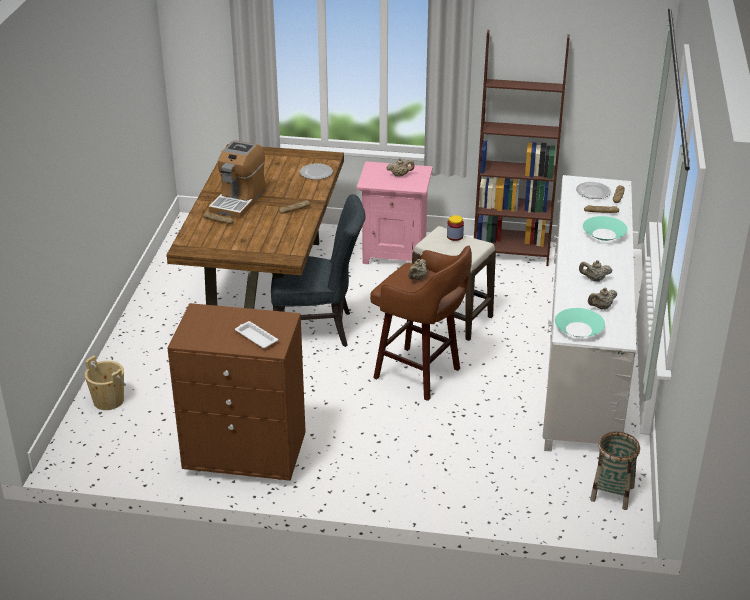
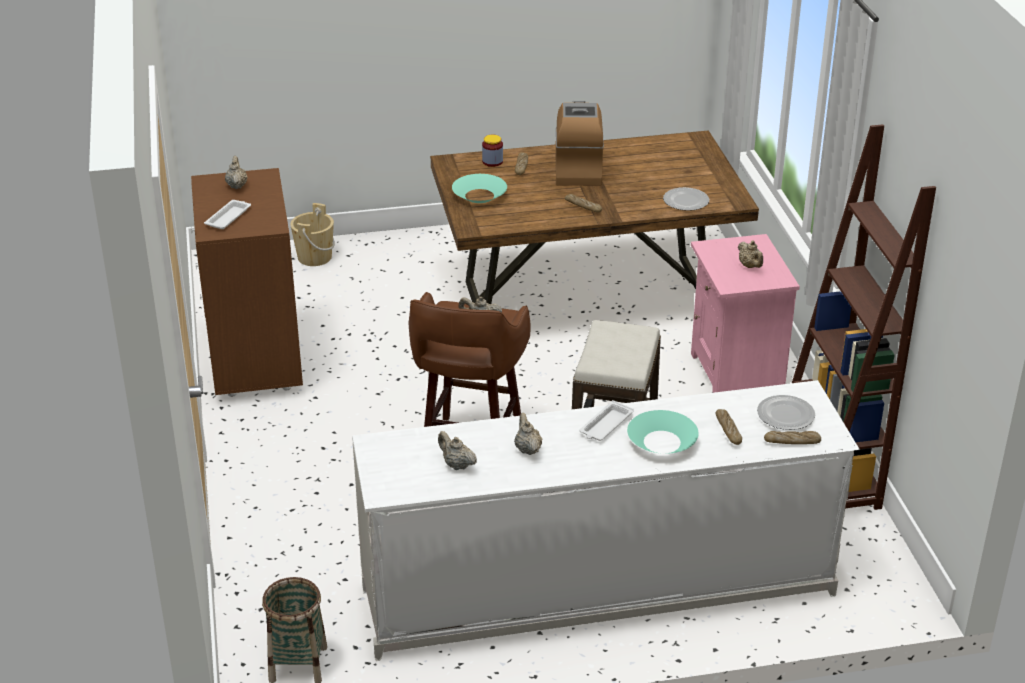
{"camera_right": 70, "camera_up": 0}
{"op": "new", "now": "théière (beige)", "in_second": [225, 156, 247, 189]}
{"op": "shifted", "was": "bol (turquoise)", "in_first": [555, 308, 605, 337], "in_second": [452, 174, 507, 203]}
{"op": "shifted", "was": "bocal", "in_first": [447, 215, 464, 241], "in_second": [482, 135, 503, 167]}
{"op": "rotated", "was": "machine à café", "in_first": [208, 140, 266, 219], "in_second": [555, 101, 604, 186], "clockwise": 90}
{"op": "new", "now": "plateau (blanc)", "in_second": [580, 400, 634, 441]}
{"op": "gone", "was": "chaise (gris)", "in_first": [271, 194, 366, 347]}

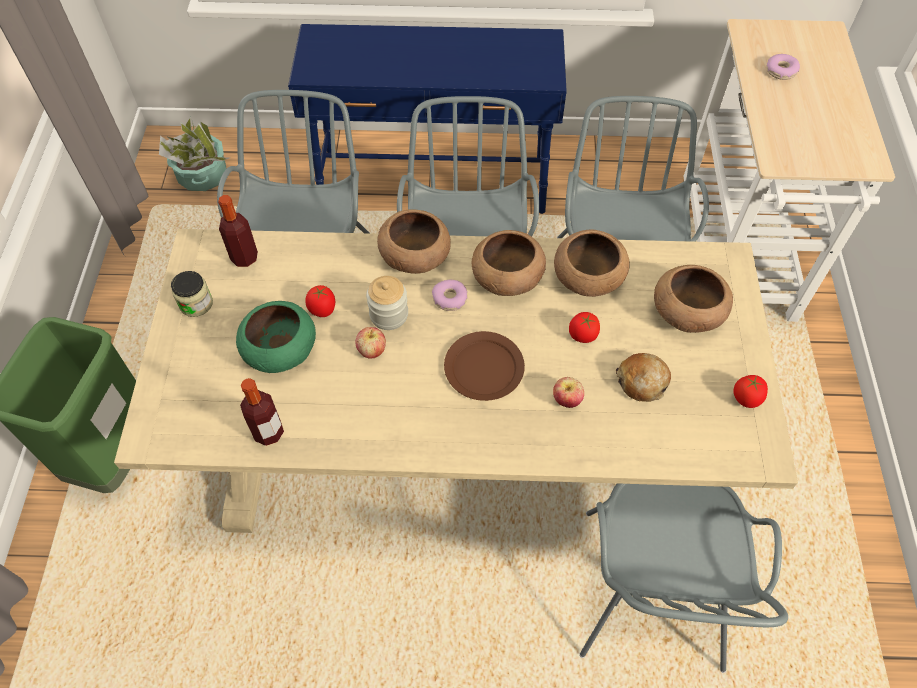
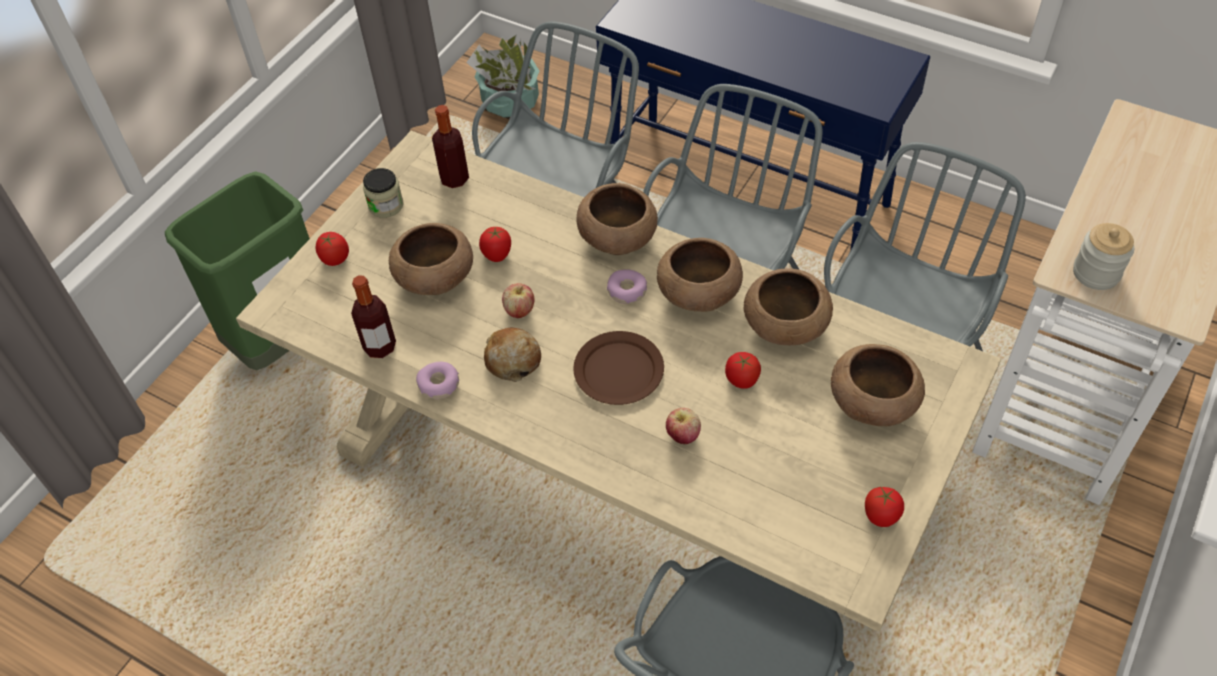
{"camera_right": 30, "camera_up": -5}
{"op": "new", "now": "tomate", "in_second": [315, 232, 349, 266]}
{"op": "repainted", "was": "bol (vert)", "now": "bol (marron)", "in_first": [236, 301, 316, 373], "in_second": [389, 223, 473, 295]}
{"op": "shifted", "was": "beignet", "in_first": [766, 54, 800, 80], "in_second": [416, 362, 459, 399]}
{"op": "shifted", "was": "pain", "in_first": [616, 353, 671, 402], "in_second": [484, 328, 541, 382]}
{"op": "shifted", "was": "bocal", "in_first": [366, 276, 408, 330], "in_second": [1073, 223, 1134, 290]}

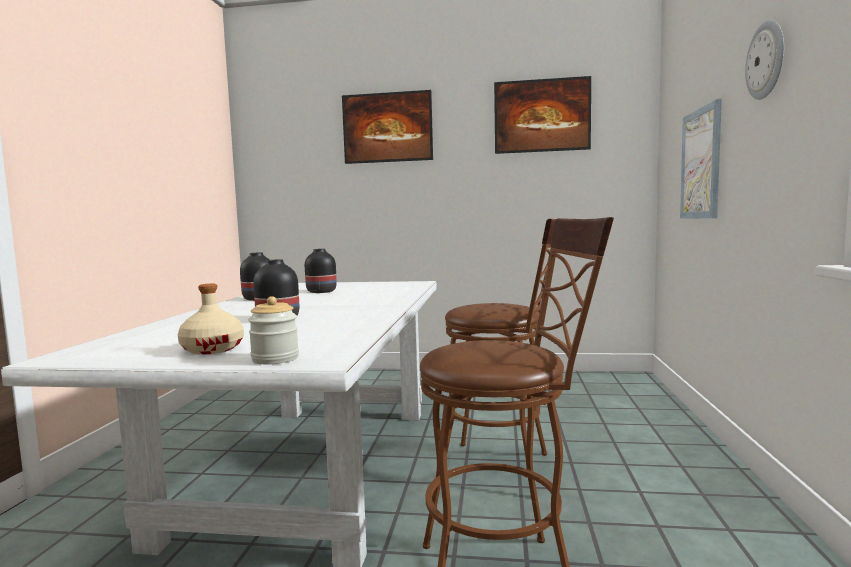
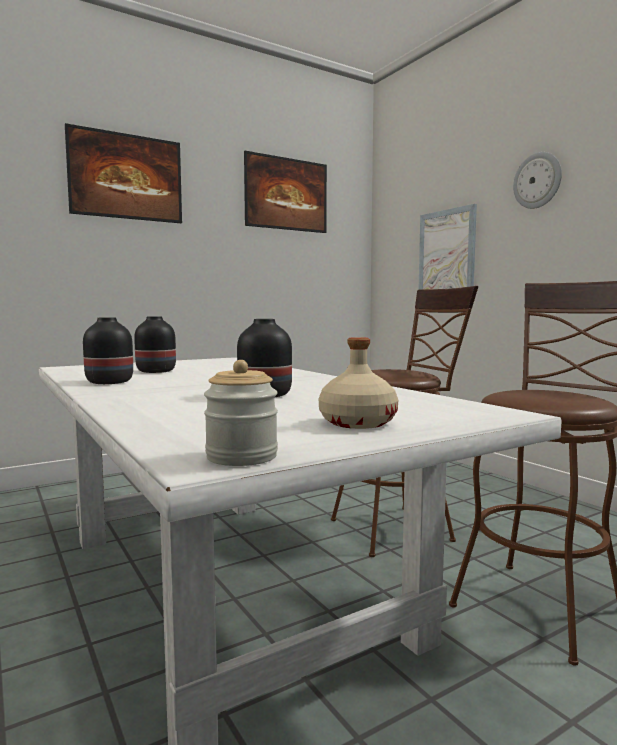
{"camera_right": -40, "camera_up": 0}
{"op": "shifted", "was": "bocal", "in_first": [248, 296, 299, 364], "in_second": [204, 360, 278, 466]}

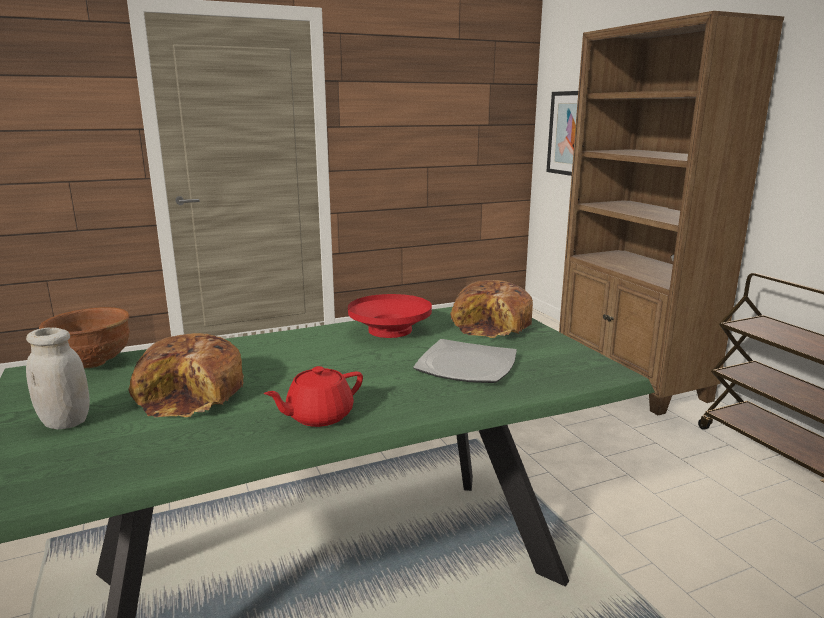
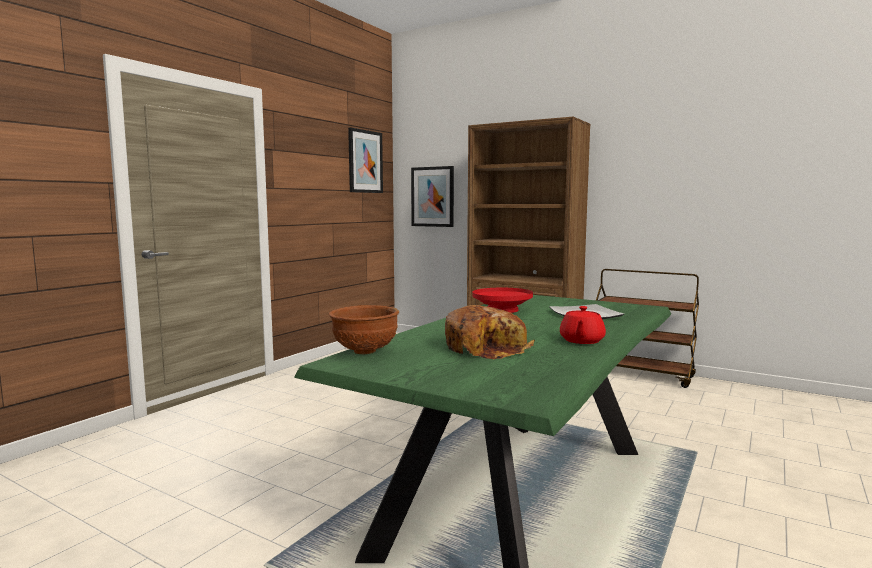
{"camera_right": -35, "camera_up": -10}
{"op": "new", "now": "tableau", "in_second": [348, 127, 383, 193]}
{"op": "gone", "was": "bocal (blanc)", "in_first": [26, 328, 90, 429]}
{"op": "gone", "was": "pain", "in_first": [450, 280, 533, 338]}

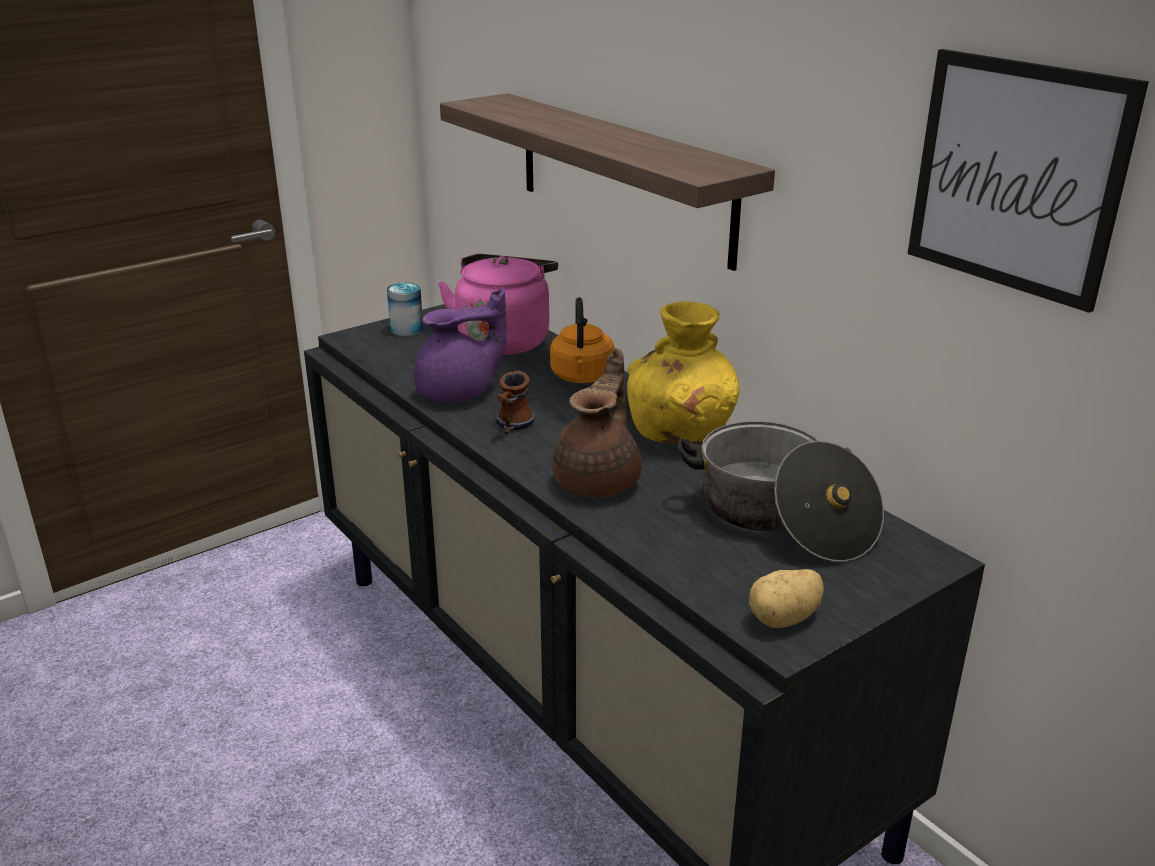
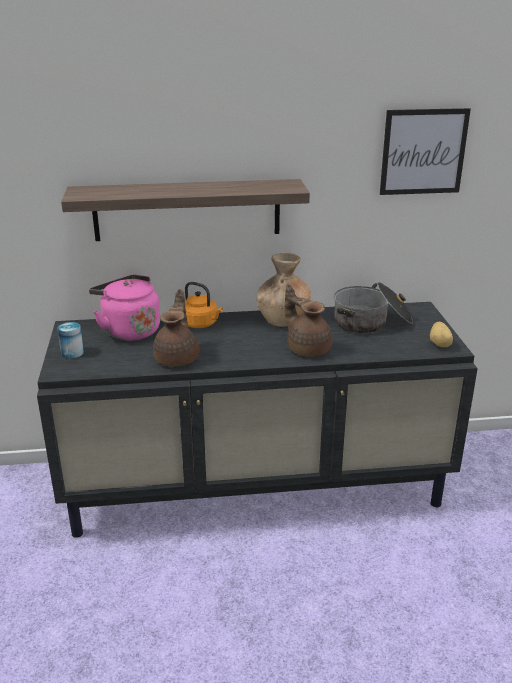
{"camera_right": -60, "camera_up": 0}
{"op": "repainted", "was": "théière (violet)", "now": "théière (marron)", "in_first": [414, 288, 507, 402], "in_second": [153, 289, 199, 367]}
{"op": "repainted", "was": "vase (jaune)", "now": "vase (marron)", "in_first": [627, 301, 740, 445], "in_second": [256, 253, 311, 327]}
{"op": "gone", "was": "mug", "in_first": [496, 371, 534, 434]}

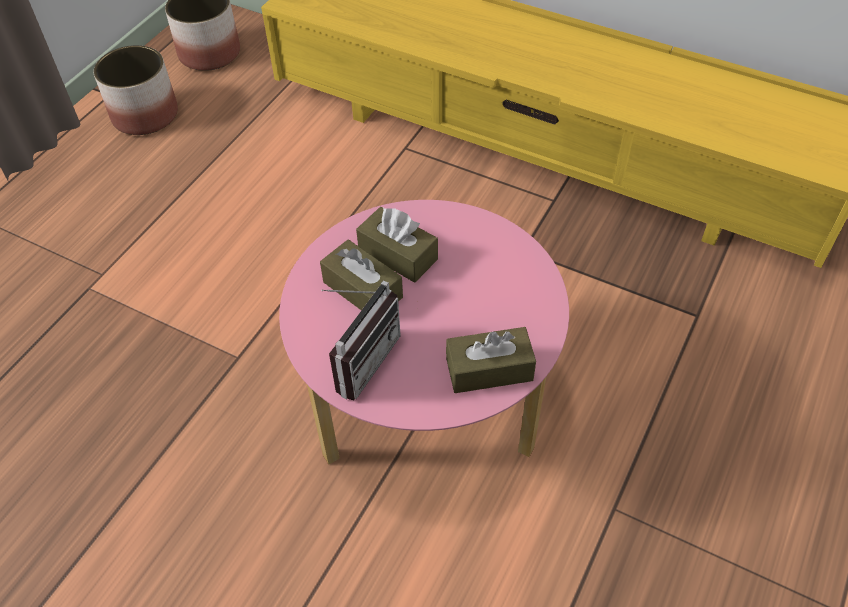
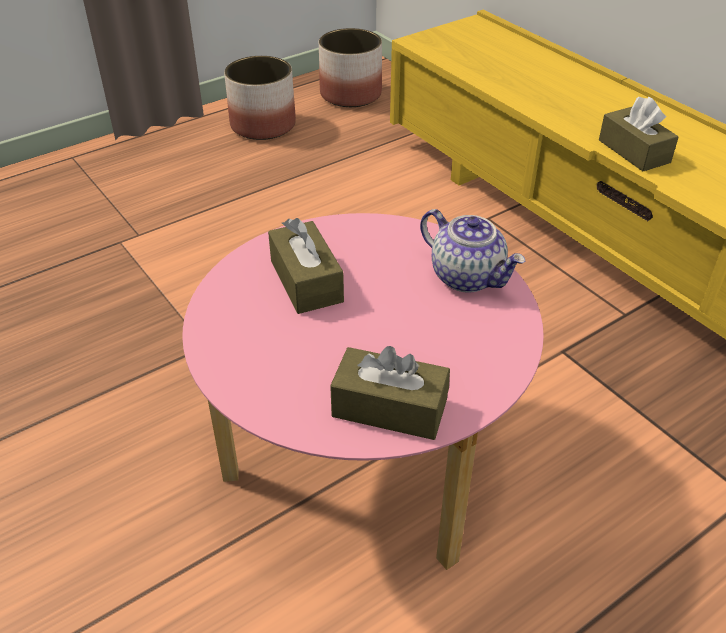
{"camera_right": 25, "camera_up": -10}
{"op": "new", "now": "théière", "in_second": [420, 209, 526, 293]}
{"op": "shifted", "was": "boîte à mouchoirs (marron)", "in_first": [356, 207, 438, 283], "in_second": [599, 97, 679, 171]}
{"op": "gone", "was": "radio", "in_first": [321, 281, 401, 400]}

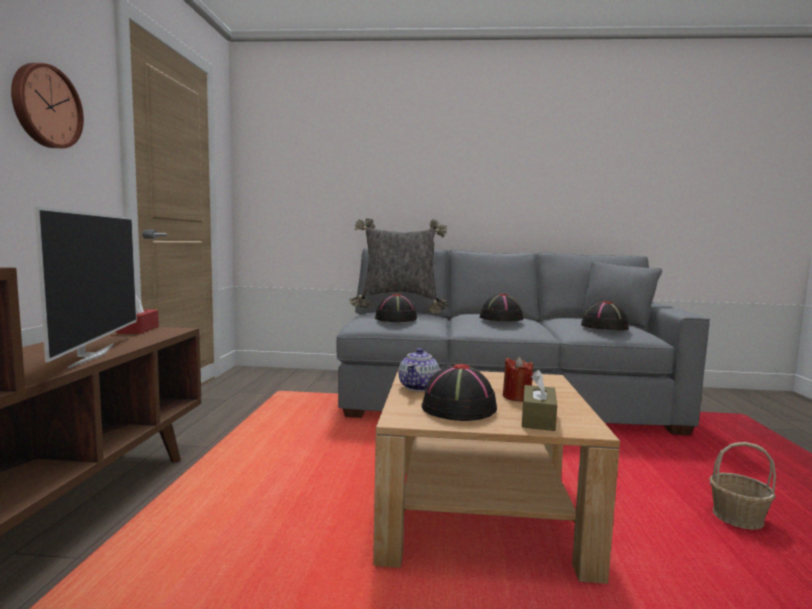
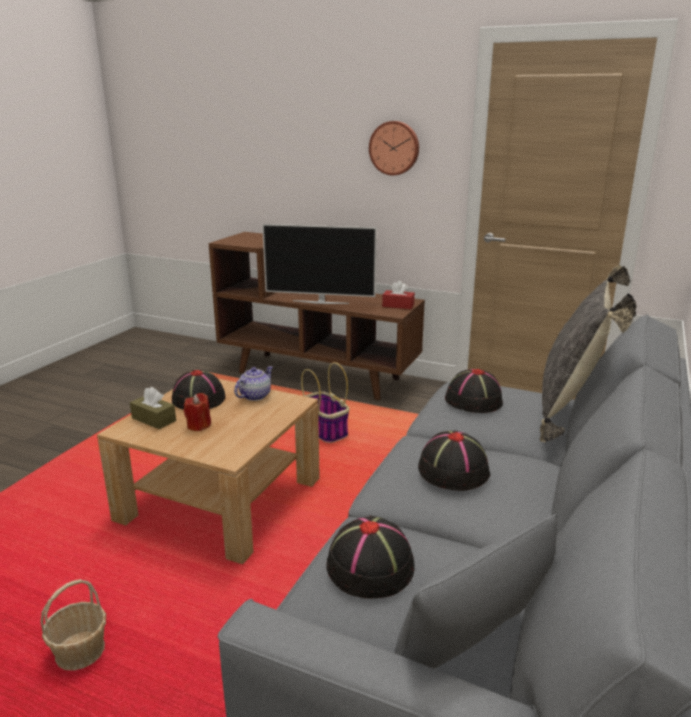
{"camera_right": 110, "camera_up": 15}
{"op": "rotated", "was": "théière", "in_first": [399, 348, 440, 391], "in_second": [234, 366, 273, 401], "clockwise": 90}
{"op": "new", "now": "panier", "in_second": [301, 362, 349, 443]}

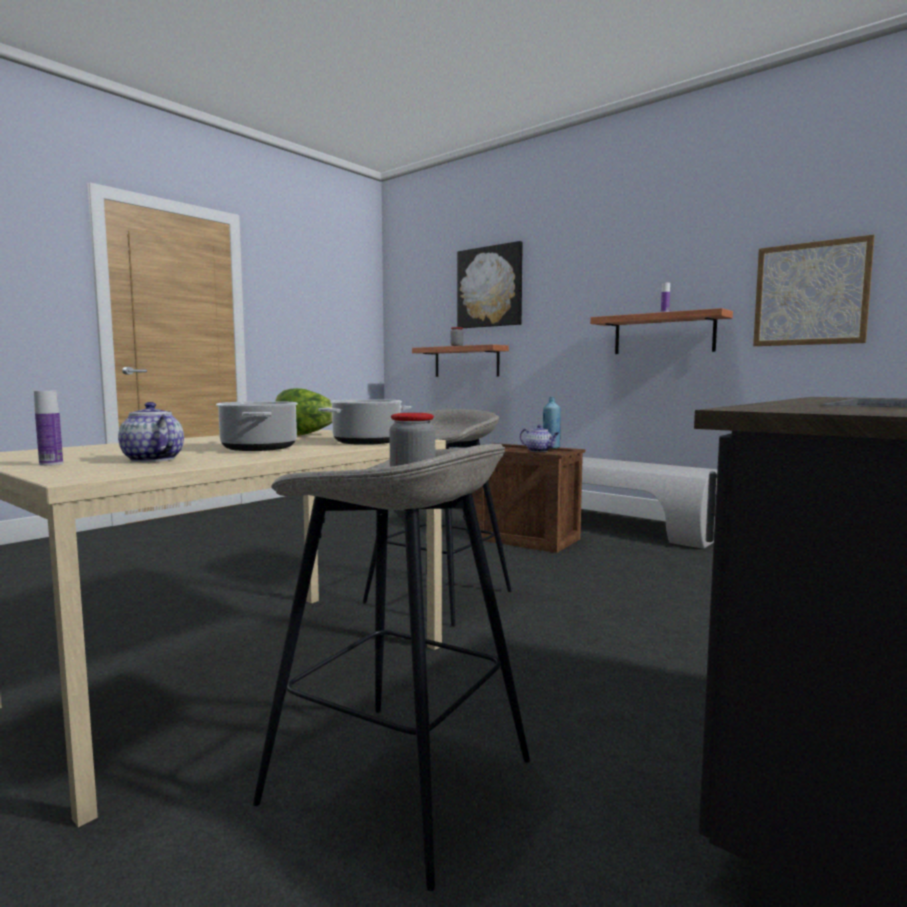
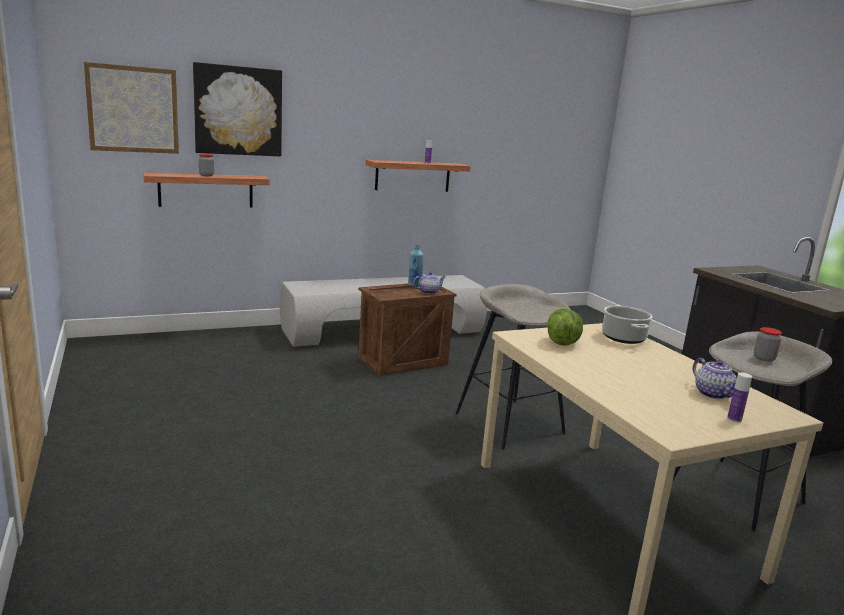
{"camera_right": -65, "camera_up": 10}
{"op": "shifted", "was": "tableau", "in_first": [753, 235, 875, 346], "in_second": [84, 62, 179, 154]}
{"op": "rotated", "was": "théière", "in_first": [118, 402, 184, 462], "in_second": [693, 358, 736, 399], "clockwise": -90}
{"op": "gone", "was": "marmite", "in_first": [216, 401, 298, 451]}

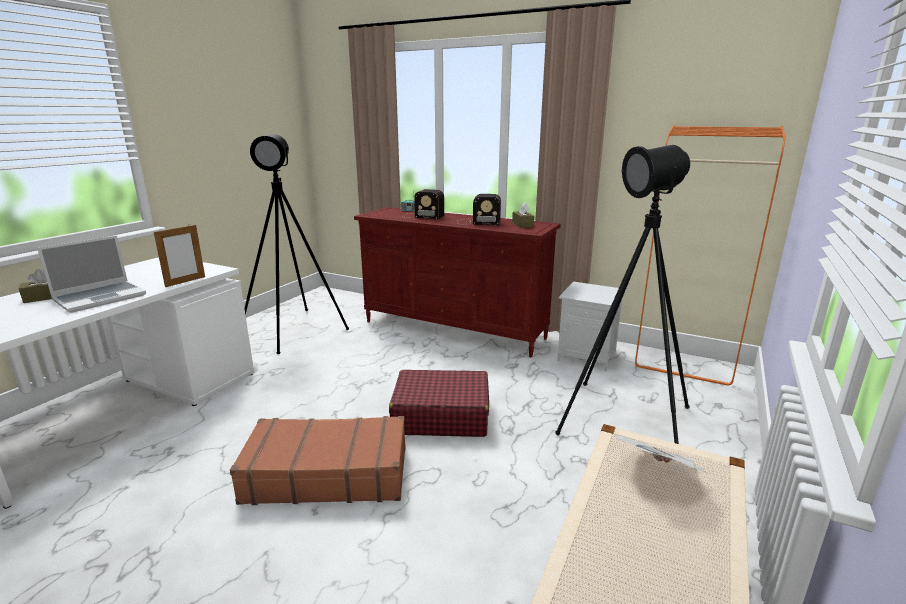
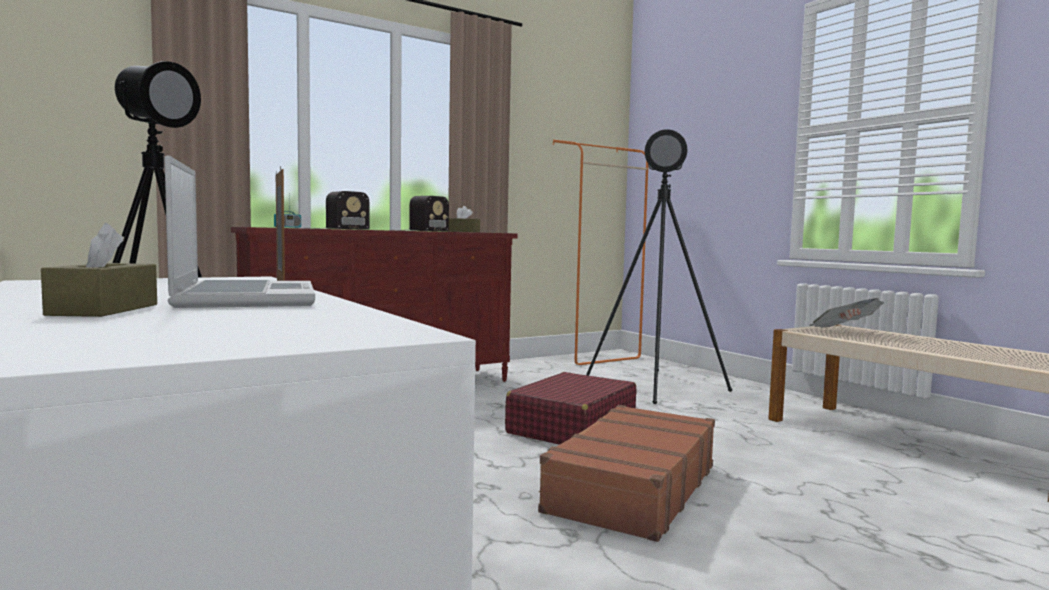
{"camera_right": -60, "camera_up": -15}
{"op": "gone", "was": "table de chevet (gris)", "in_first": [557, 282, 627, 371]}

